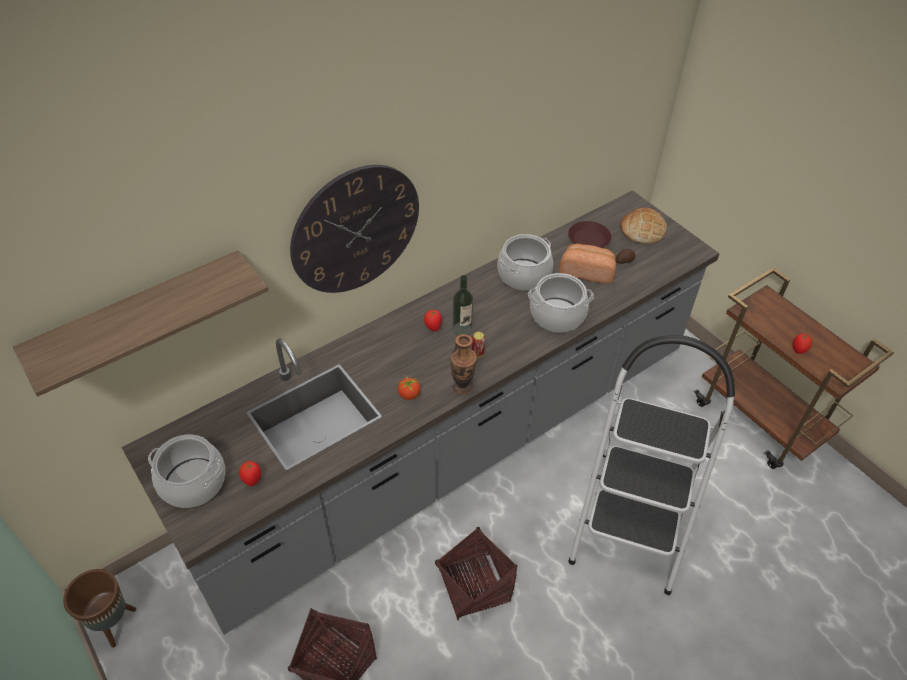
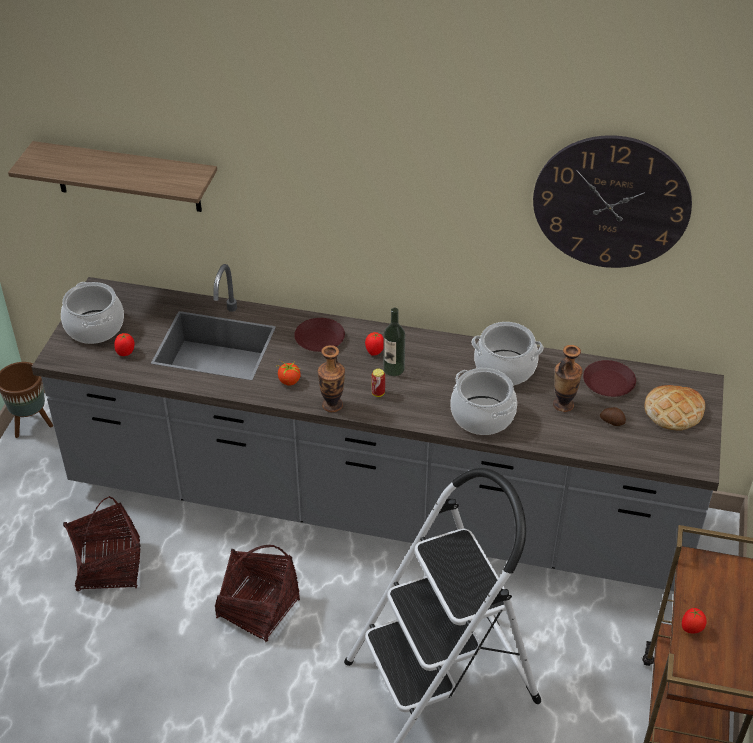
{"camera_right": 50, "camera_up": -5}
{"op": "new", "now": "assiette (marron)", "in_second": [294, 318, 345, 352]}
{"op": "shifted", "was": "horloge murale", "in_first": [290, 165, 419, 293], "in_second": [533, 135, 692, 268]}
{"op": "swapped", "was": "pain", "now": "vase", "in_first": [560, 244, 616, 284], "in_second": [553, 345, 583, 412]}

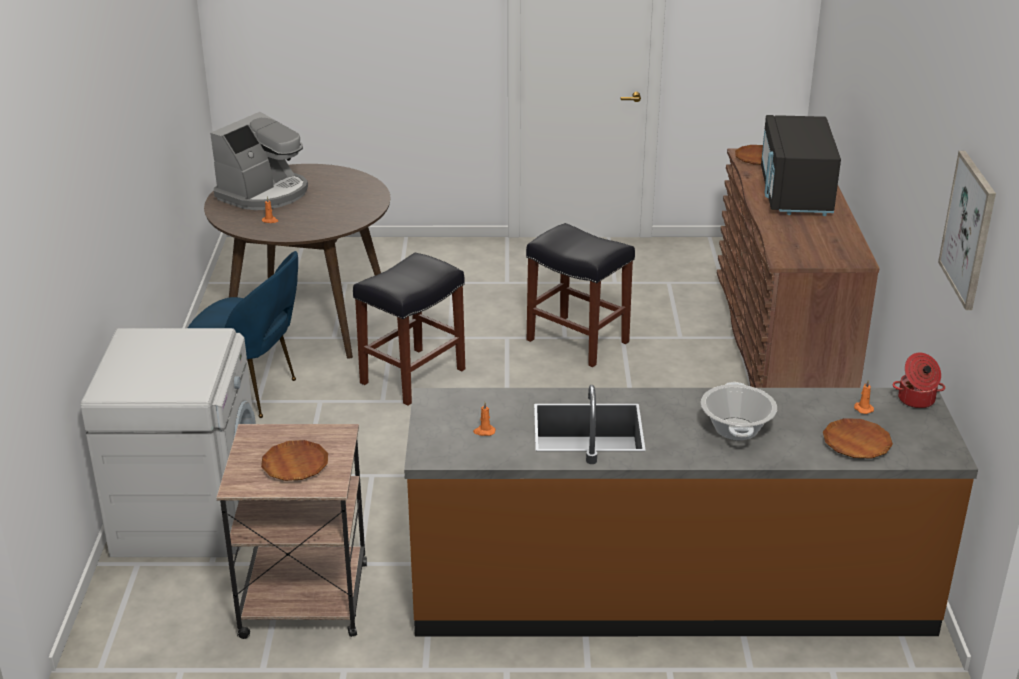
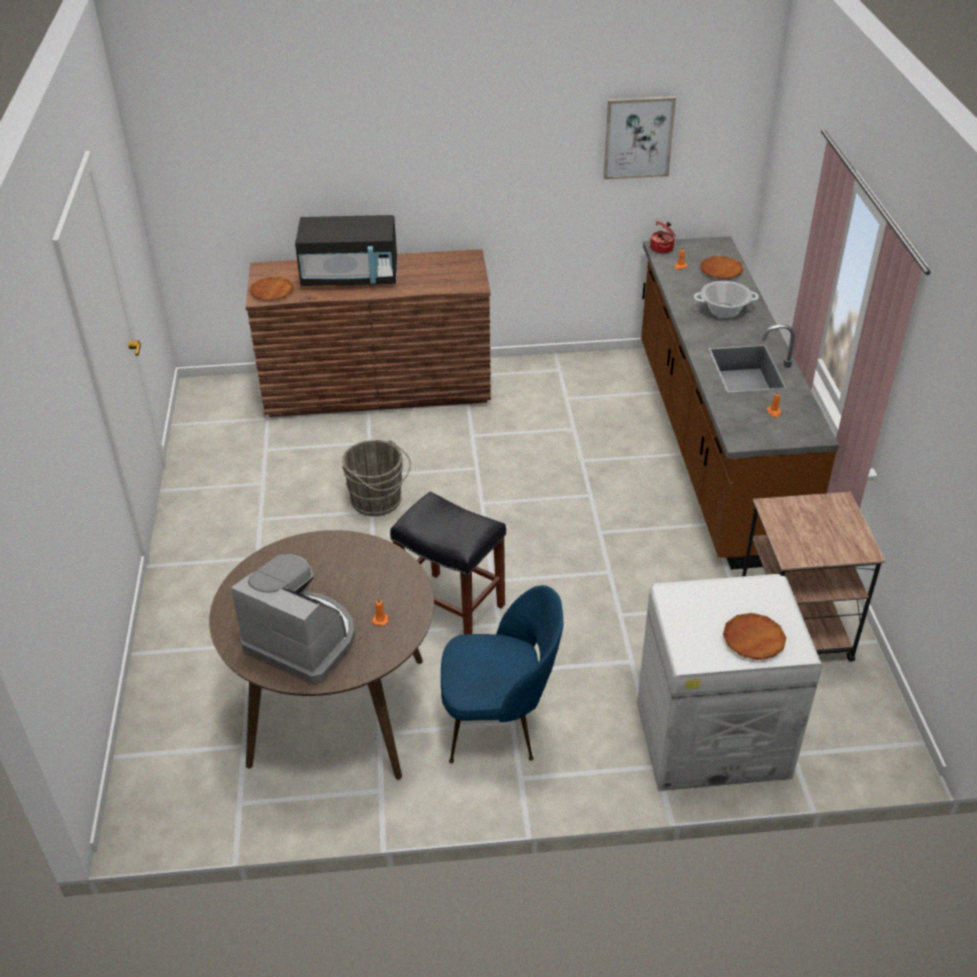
{"camera_right": -95, "camera_up": 10}
{"op": "swapped", "was": "tabouret (noir)", "now": "seau (gris)", "in_first": [526, 223, 635, 367], "in_second": [342, 440, 411, 516]}
{"op": "rotated", "was": "chaise (bleu)", "in_first": [188, 251, 298, 418], "in_second": [441, 585, 563, 763], "clockwise": 75}
{"op": "shifted", "was": "assiette (marron)", "in_first": [261, 440, 328, 481], "in_second": [723, 613, 786, 660]}

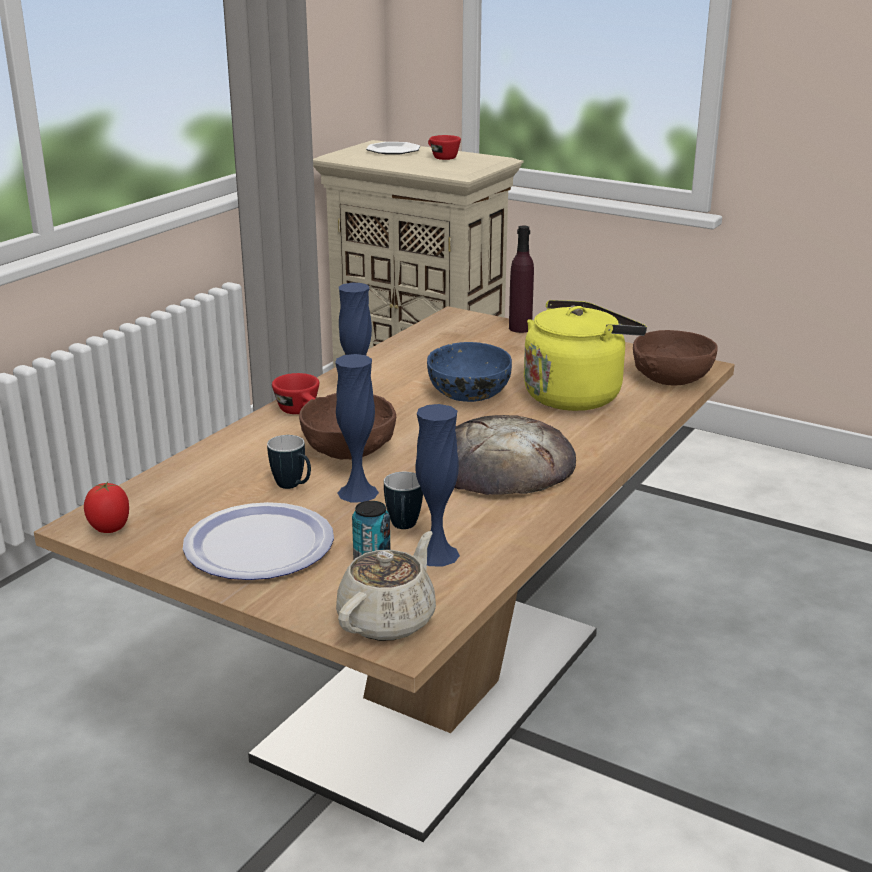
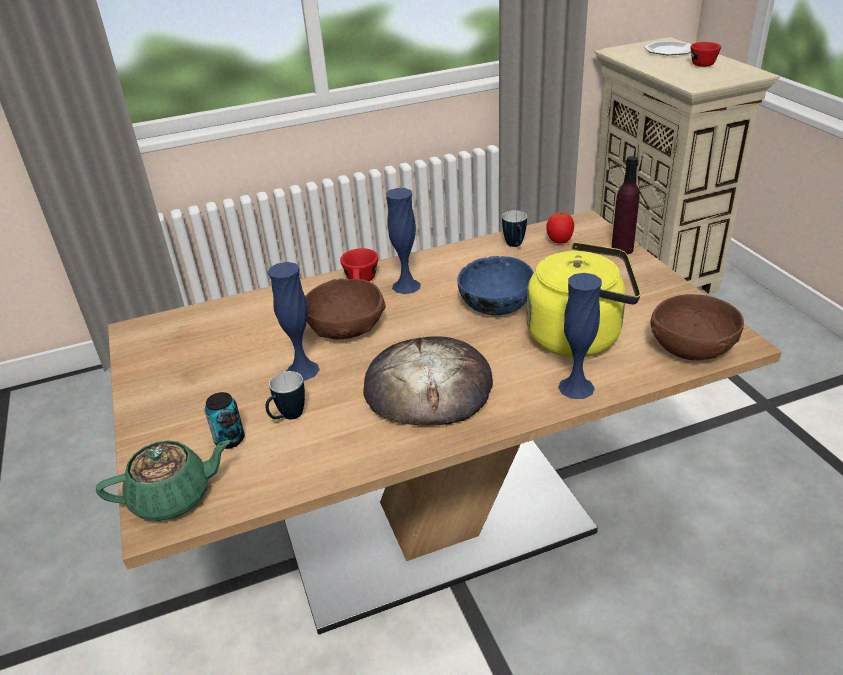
{"camera_right": 40, "camera_up": 10}
{"op": "repainted", "was": "théière (beige)", "now": "théière (vert)", "in_first": [336, 531, 436, 641], "in_second": [96, 440, 231, 521]}
{"op": "shifted", "was": "mug", "in_first": [267, 435, 311, 489], "in_second": [502, 210, 527, 247]}
{"op": "shifted", "was": "tomate", "in_first": [84, 482, 129, 533], "in_second": [546, 212, 574, 244]}
{"op": "shifted", "was": "vase (bleu)", "in_first": [415, 404, 460, 567], "in_second": [558, 273, 602, 399]}
{"op": "gone", "was": "assiette", "in_first": [183, 502, 334, 580]}

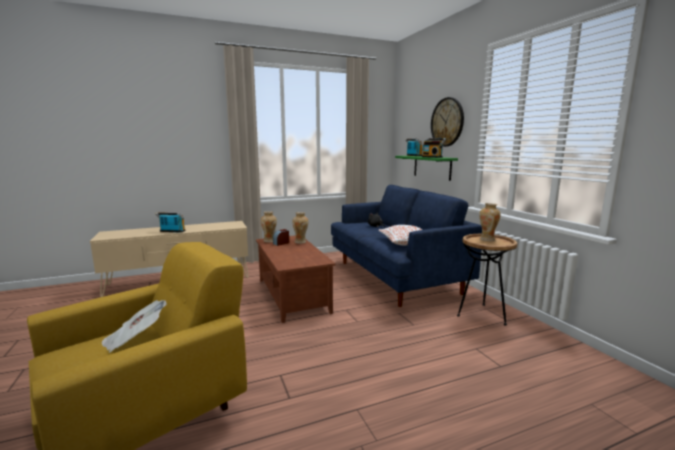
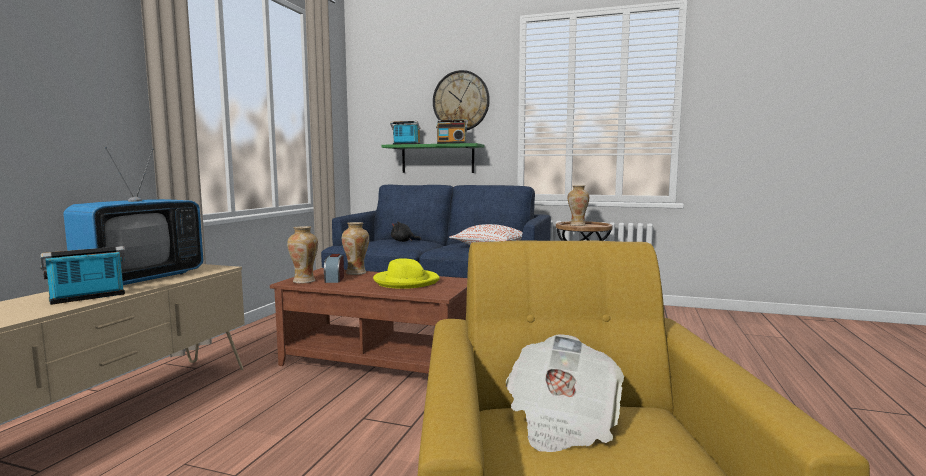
{"camera_right": -50, "camera_up": -5}
{"op": "new", "now": "téléviseur", "in_second": [63, 147, 203, 285]}
{"op": "new", "now": "chapeau (jaune)", "in_second": [373, 258, 440, 289]}

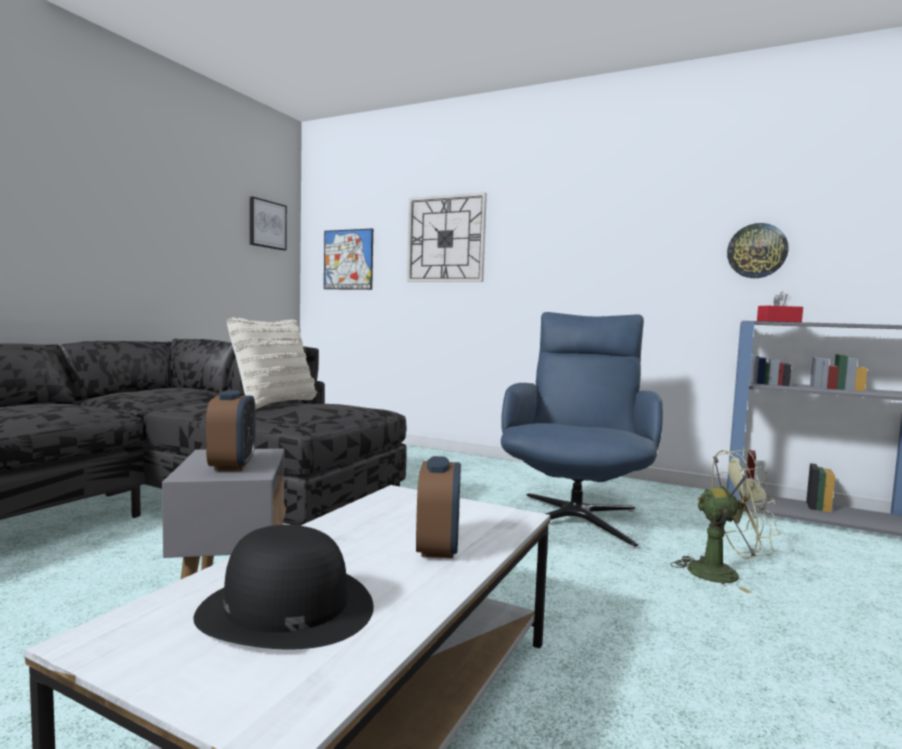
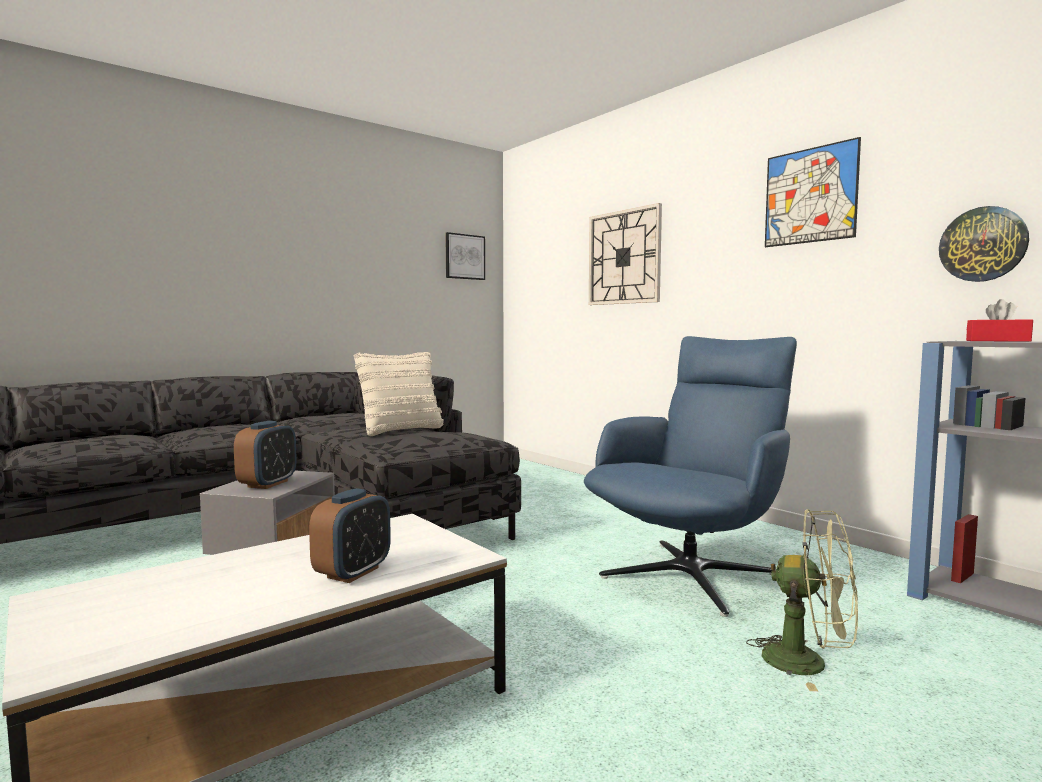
{"camera_right": 25, "camera_up": 0}
{"op": "shifted", "was": "tableau", "in_first": [324, 229, 373, 290], "in_second": [765, 137, 861, 247]}
{"op": "gone", "was": "chapeau (noir)", "in_first": [193, 525, 374, 649]}

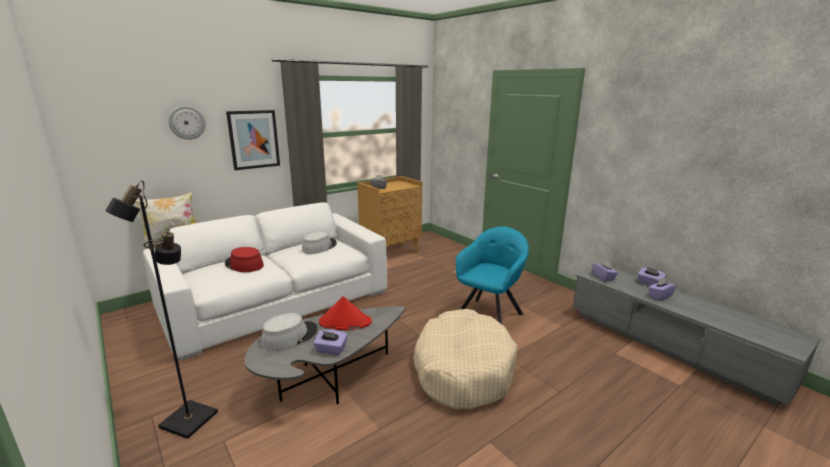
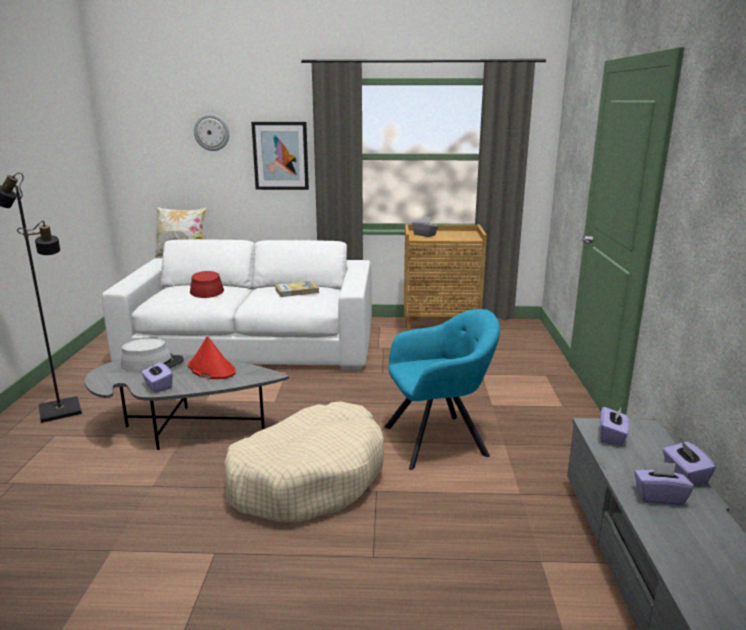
{"camera_right": 40, "camera_up": 0}
{"op": "swapped", "was": "chapeau (gris)", "now": "livre", "in_first": [302, 231, 337, 254], "in_second": [275, 281, 319, 297]}

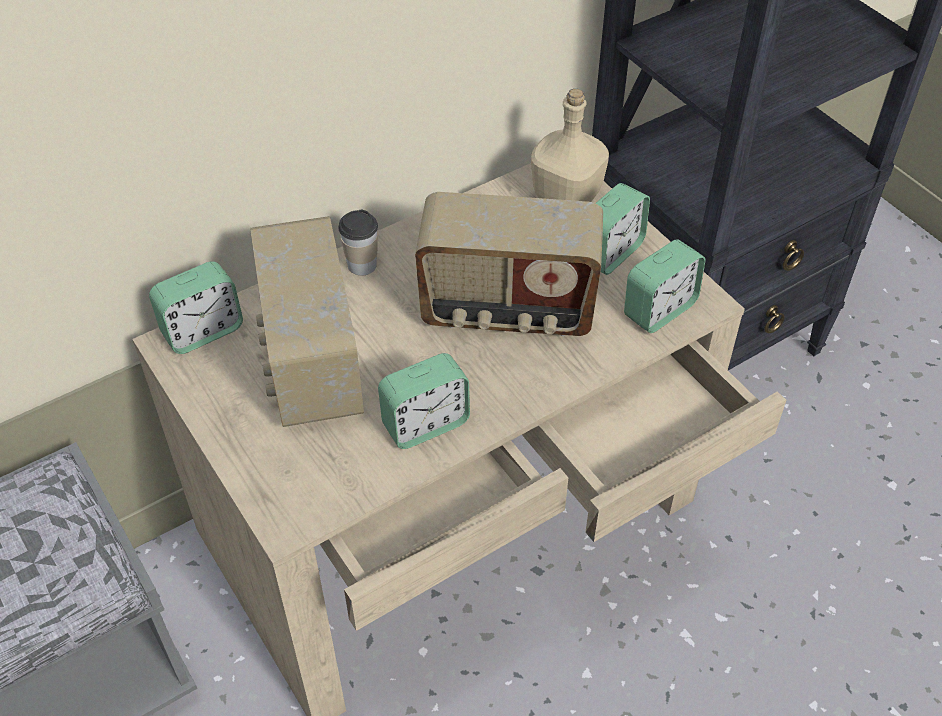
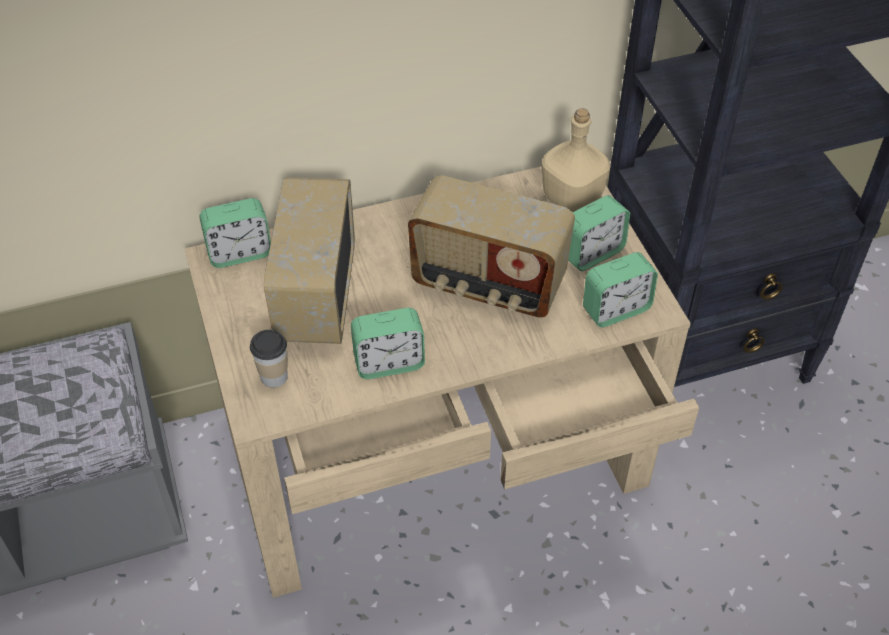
{"camera_right": 15, "camera_up": 0}
{"op": "shifted", "was": "tasse", "in_first": [339, 210, 378, 276], "in_second": [250, 330, 288, 387]}

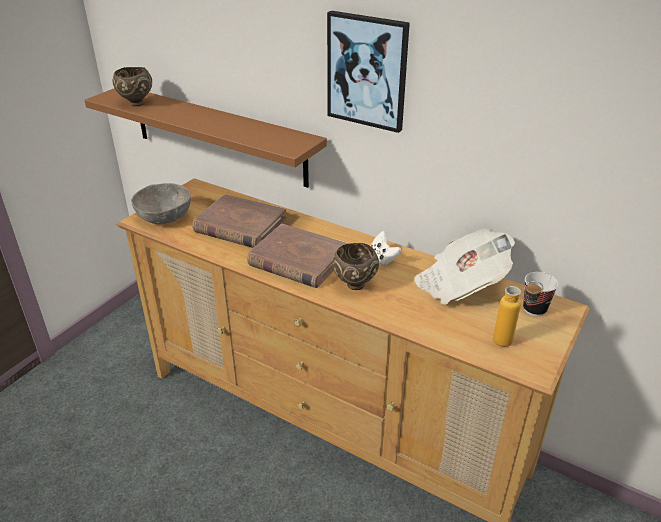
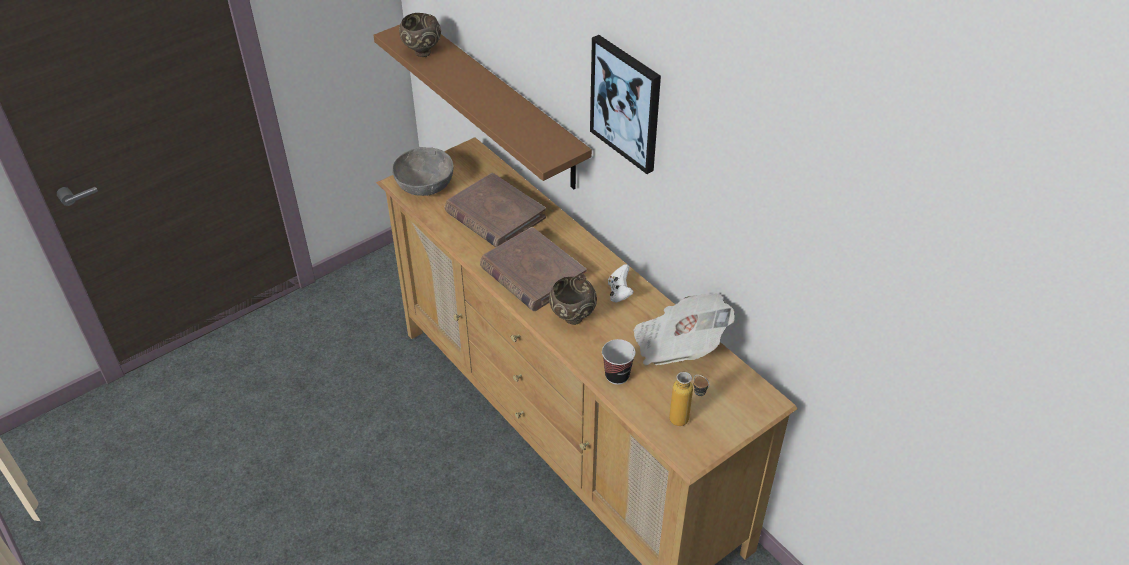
{"camera_right": 20, "camera_up": 10}
{"op": "shifted", "was": "tasse", "in_first": [523, 272, 558, 316], "in_second": [602, 339, 635, 385]}

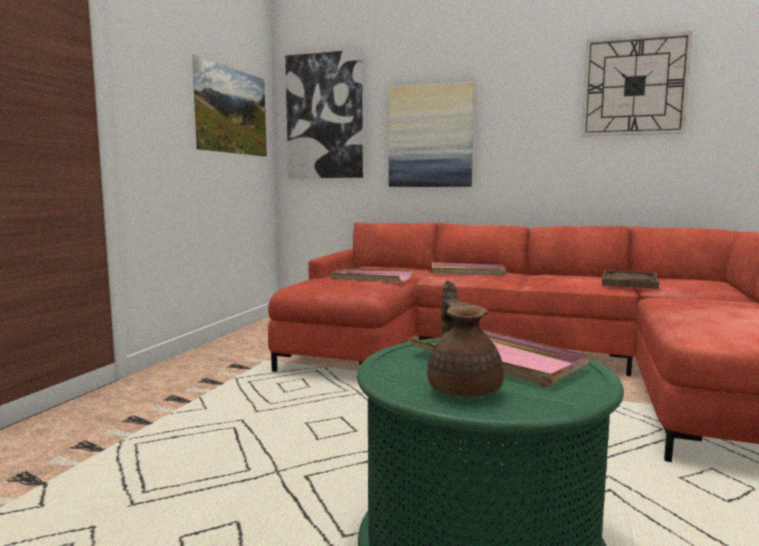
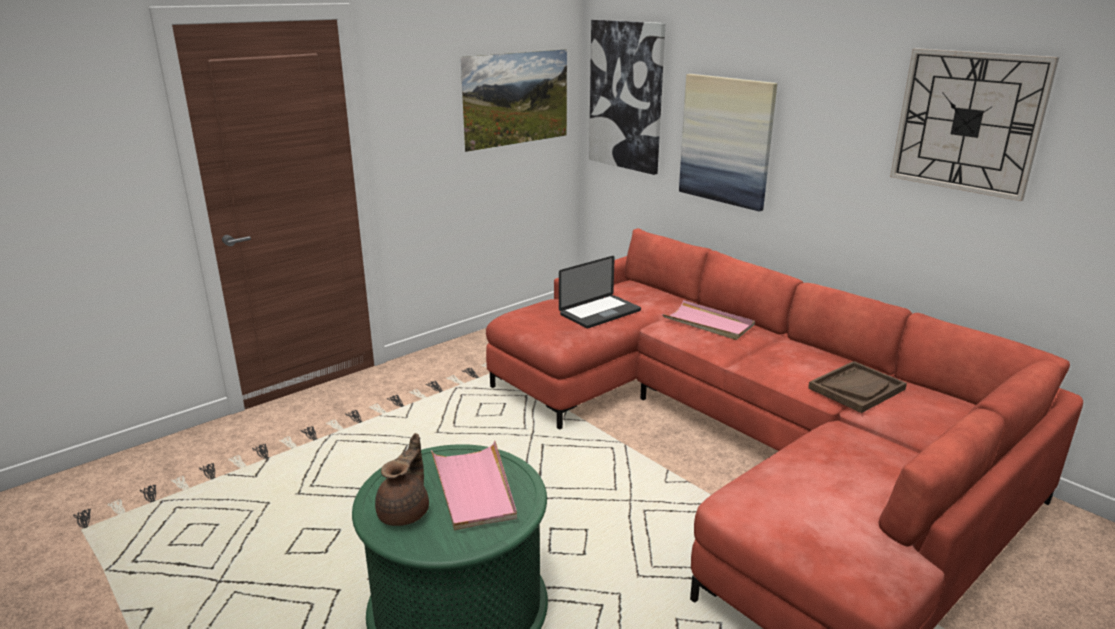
{"camera_right": 30, "camera_up": 15}
{"op": "swapped", "was": "plateau (rose)", "now": "ordinateur portable", "in_first": [330, 268, 413, 282], "in_second": [559, 256, 641, 328]}

